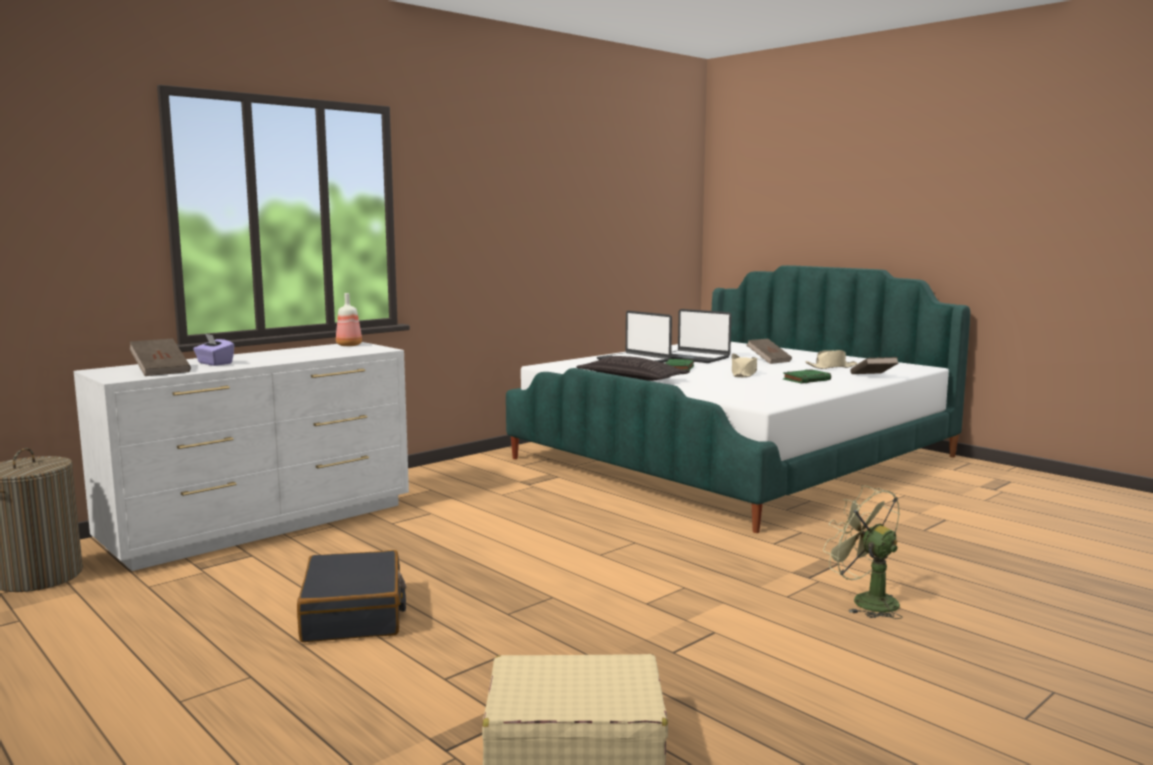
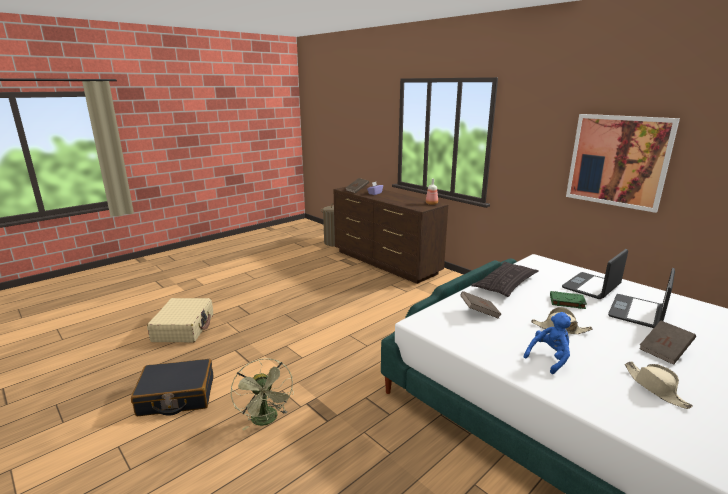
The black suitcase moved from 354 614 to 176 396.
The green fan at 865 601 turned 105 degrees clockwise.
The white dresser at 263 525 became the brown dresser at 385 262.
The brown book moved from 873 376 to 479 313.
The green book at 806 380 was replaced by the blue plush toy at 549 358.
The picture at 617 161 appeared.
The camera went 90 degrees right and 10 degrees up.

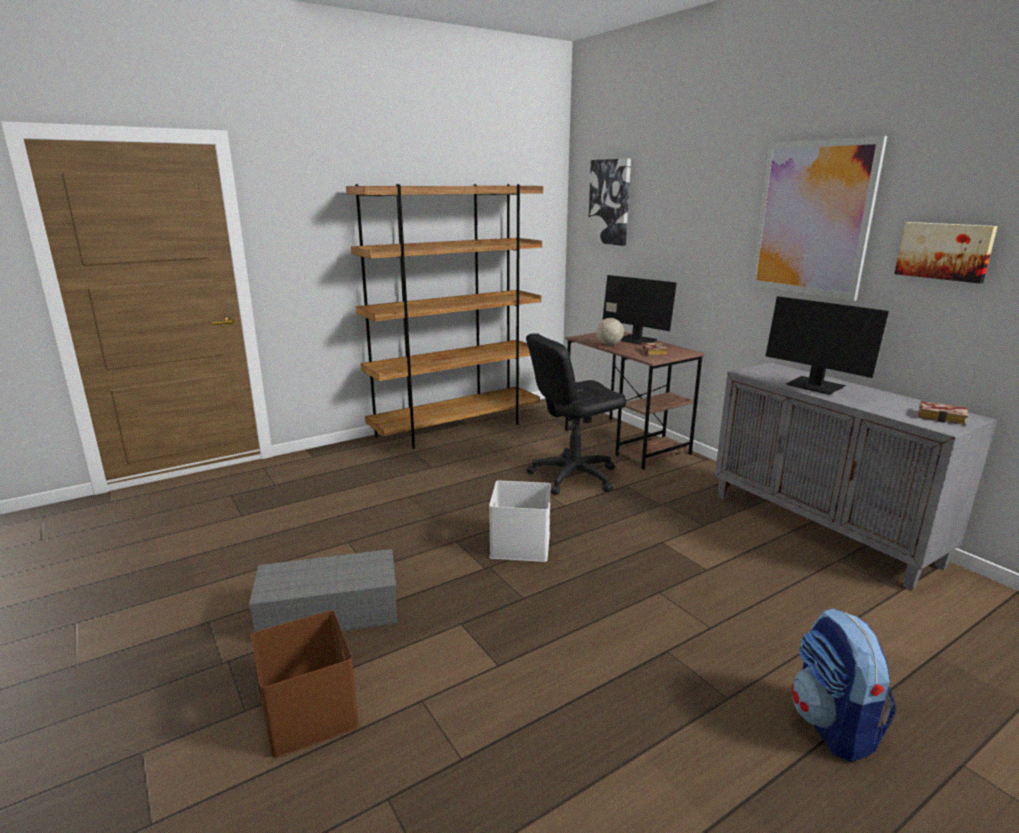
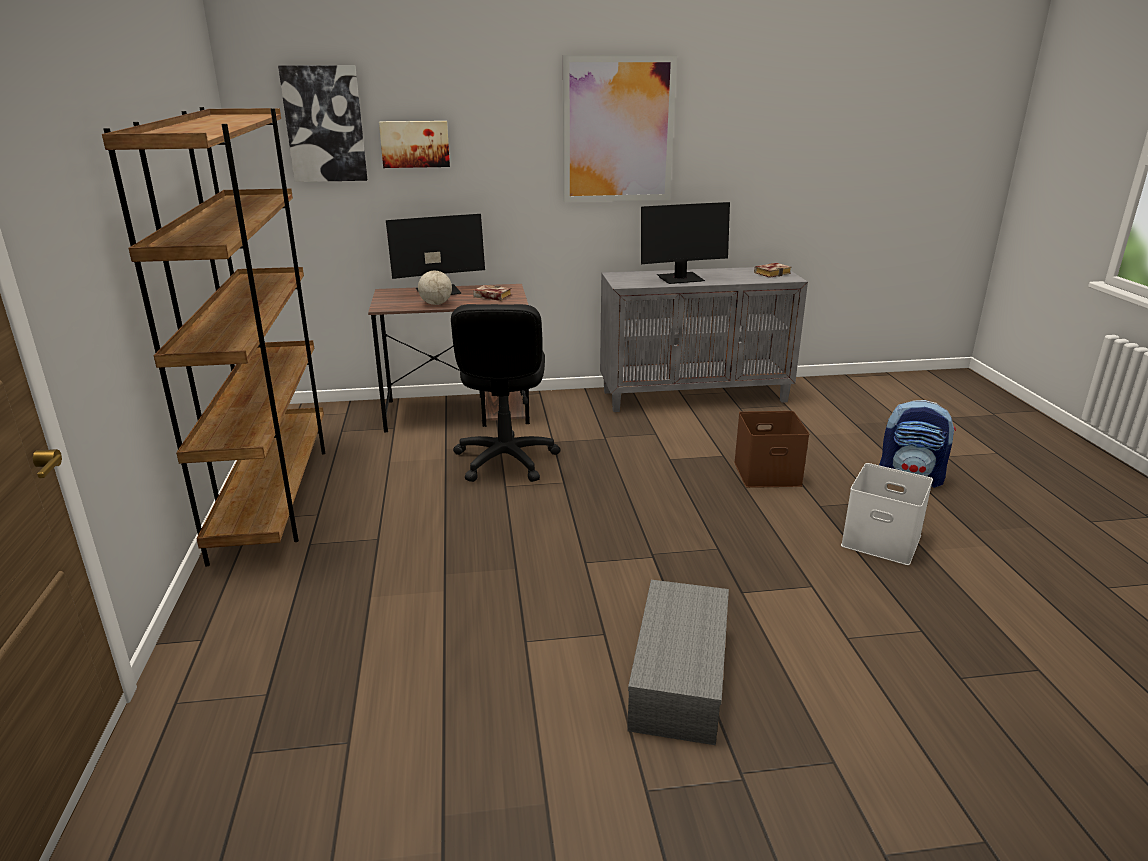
The picture moved from 944 251 to 415 144.
The brown storage box moved from 307 712 to 766 474.
The white storage box moved from 521 545 to 883 540.
The camera went 65 degrees left and 5 degrees up.

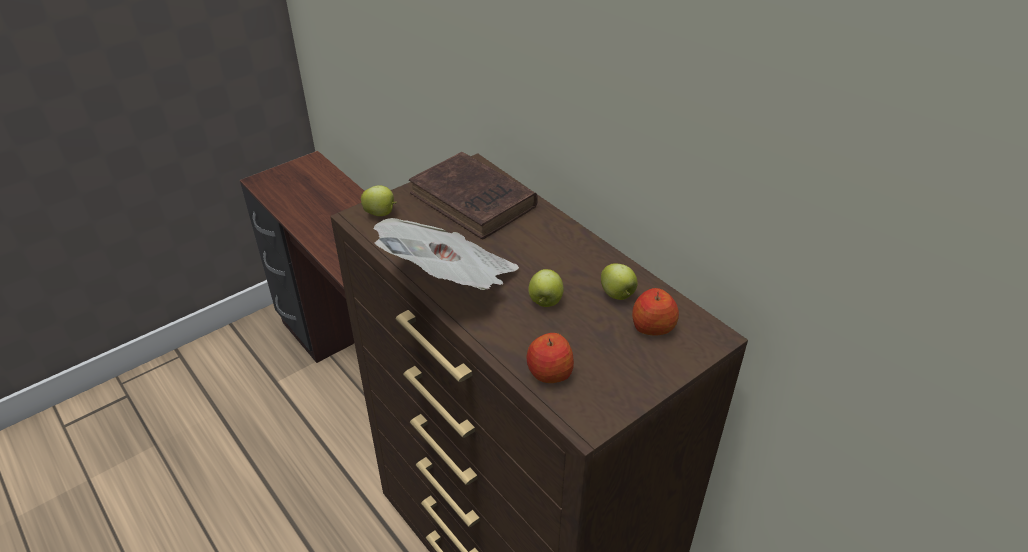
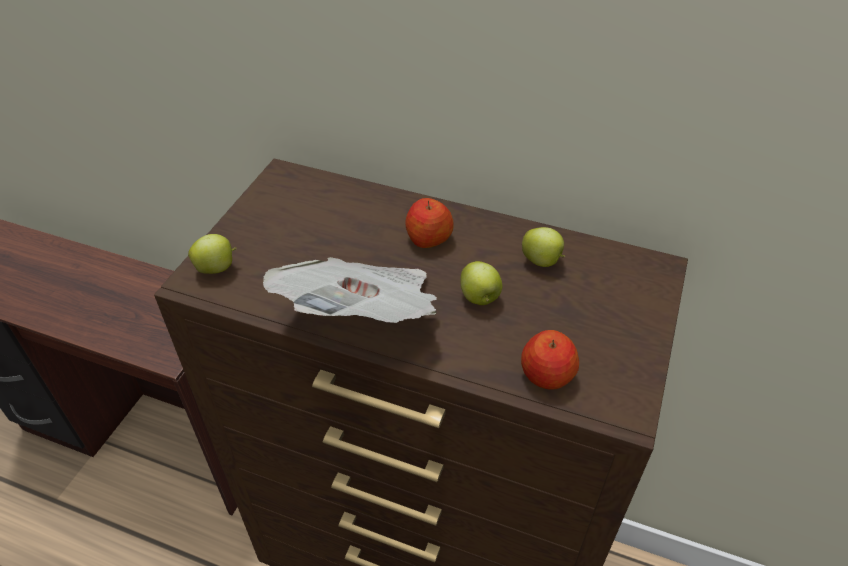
The apple moved from 652 326 to 428 238.
The brown book at 475 202 disappeared.
The camera went 30 degrees left and 5 degrees up.

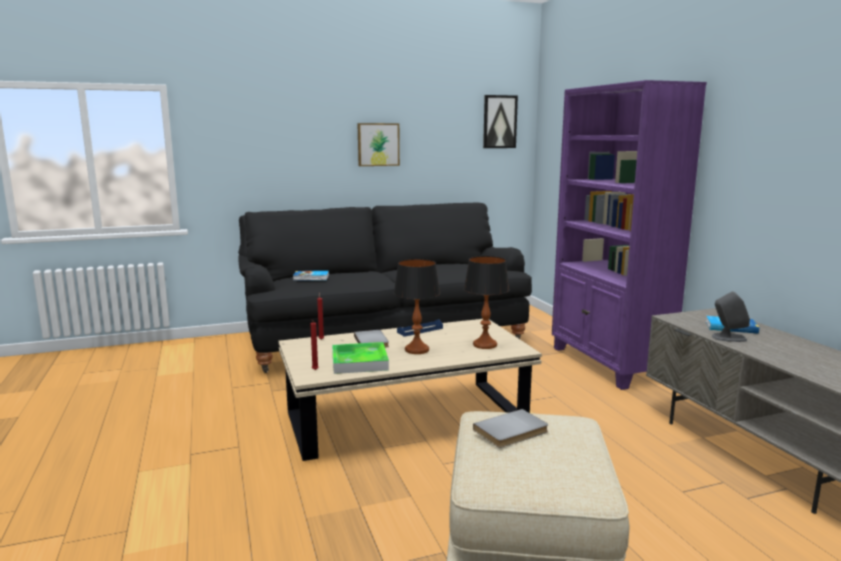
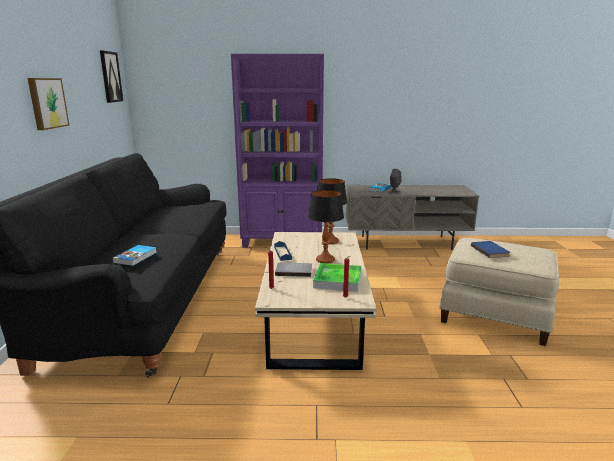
The grey book at 512 432 became the blue book at 491 251.
The camera went 70 degrees left and 5 degrees up.

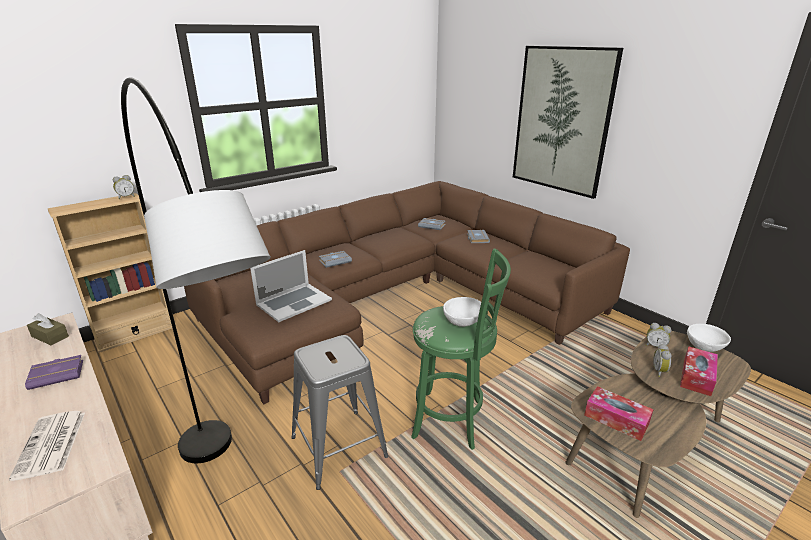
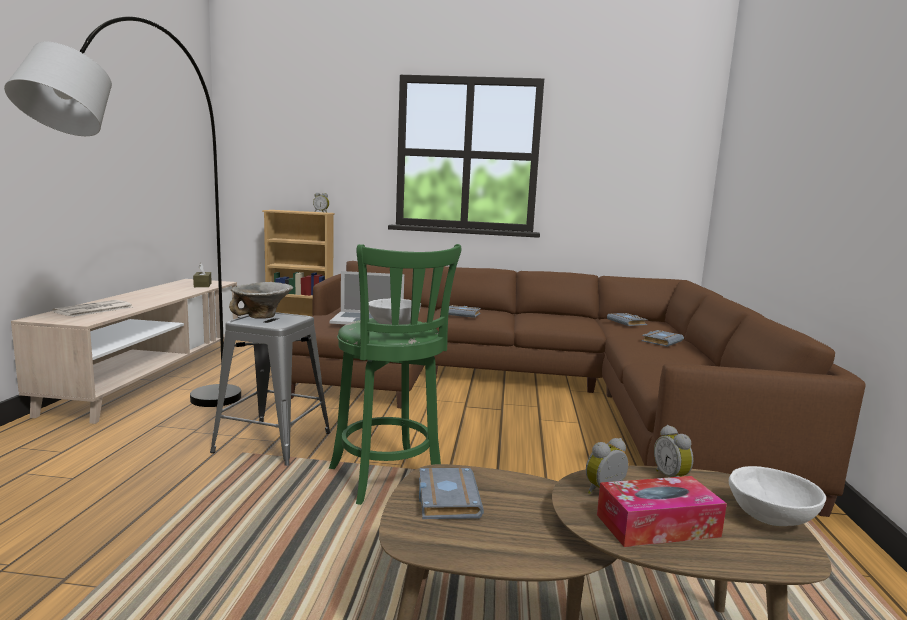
The bowl at 262 317 appeared.
The tissue box at 616 419 was replaced by the grey book at 445 498.
The purple book at 58 374 disappeared.
The picture at 561 121 disappeared.
The camera went 45 degrees right and 15 degrees down.

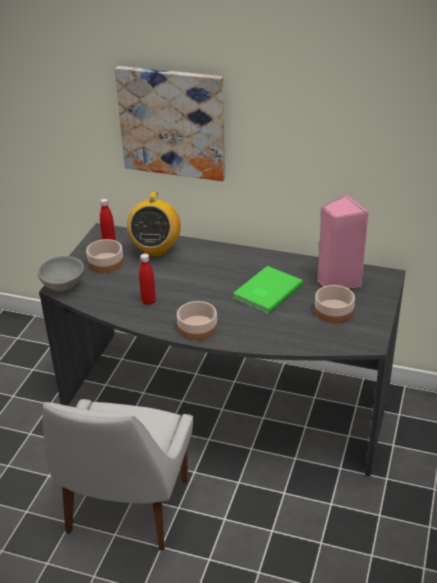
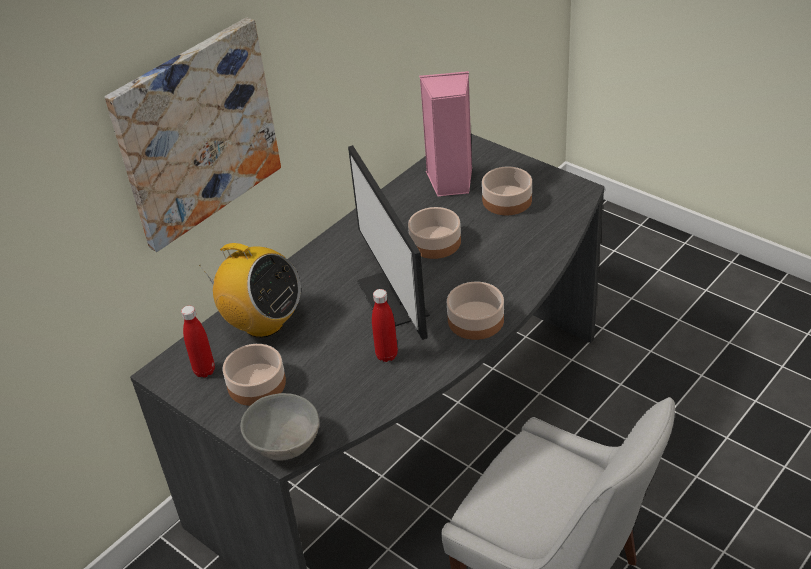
The monitor at 394 298 appeared.
The green book at 266 291 was replaced by the bowl at 434 242.
The camera went 65 degrees left and 5 degrees up.

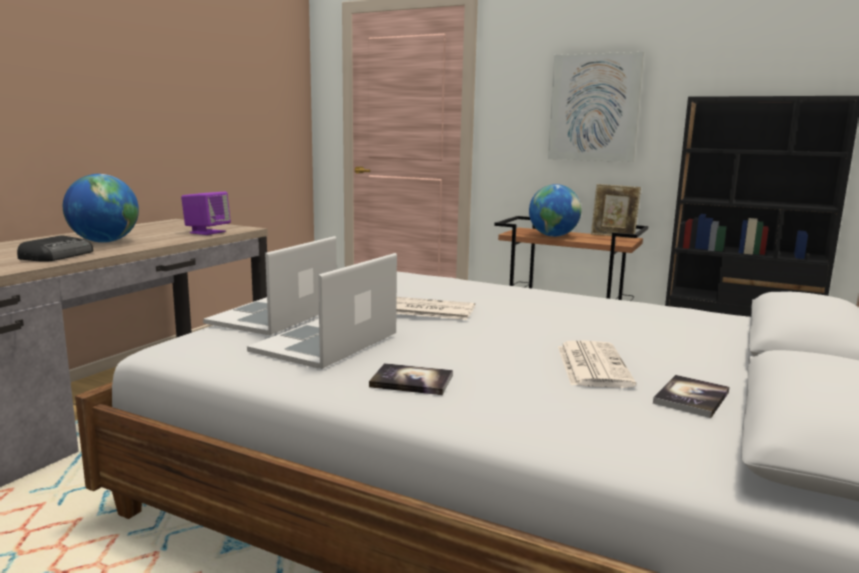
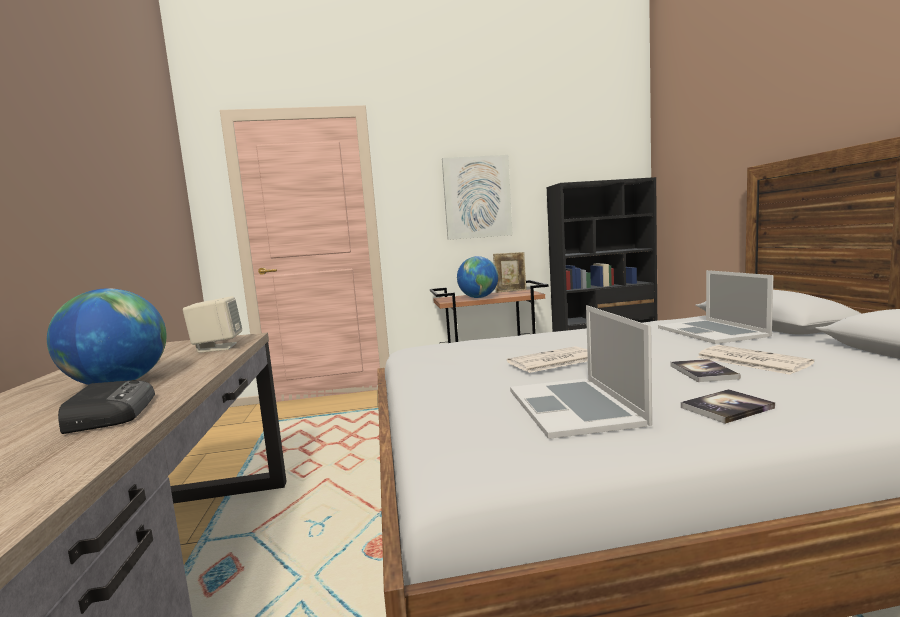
The purple speaker at 207 232 became the beige speaker at 217 347.
The laptop moved from 275 315 to 712 332.
The book moved from 691 398 to 703 372.
The camera went 35 degrees left and 5 degrees down.

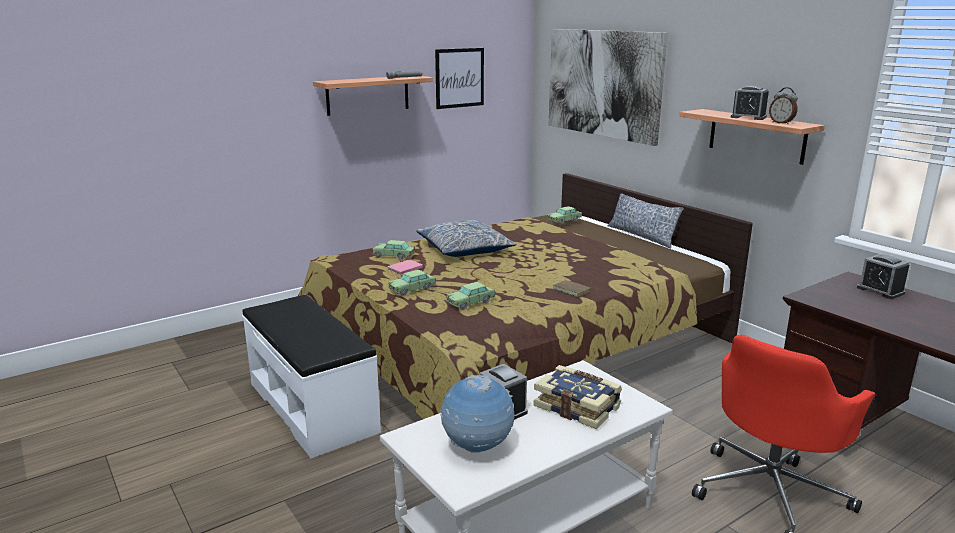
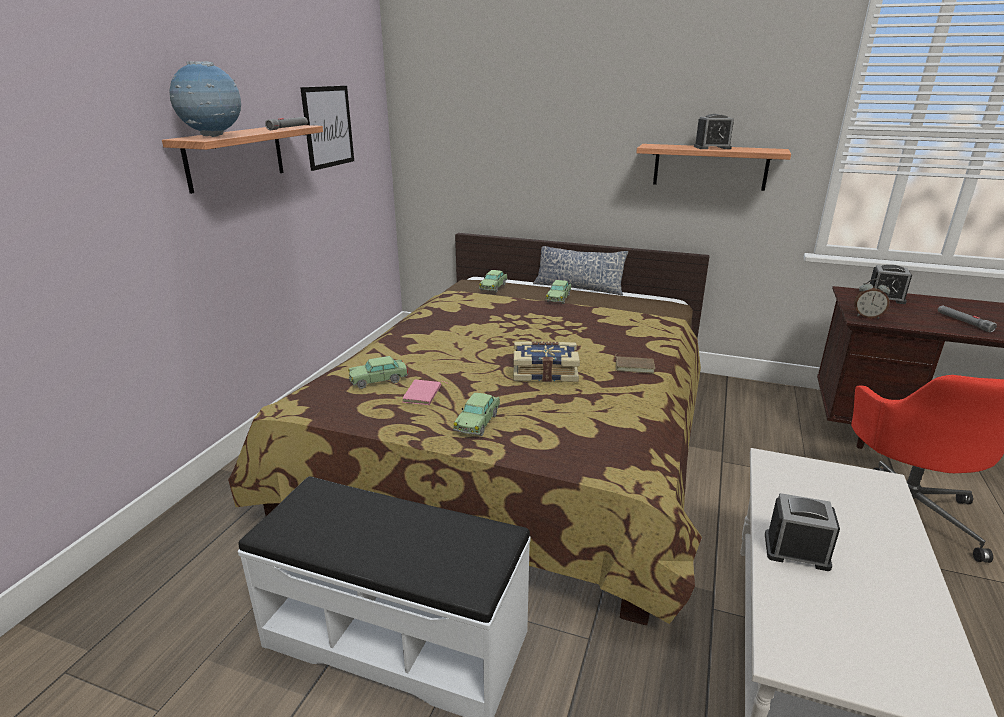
The globe moved from 477 448 to 213 136.
The book moved from 577 406 to 545 371.
The toy car moved from 470 303 to 558 298.
The alarm clock moved from 781 123 to 867 316.
The grey flashlight at 963 322 appeared.
The pillow at 464 249 disappeared.
The picture at 603 83 disappeared.
The camera went 35 degrees left and 5 degrees up.

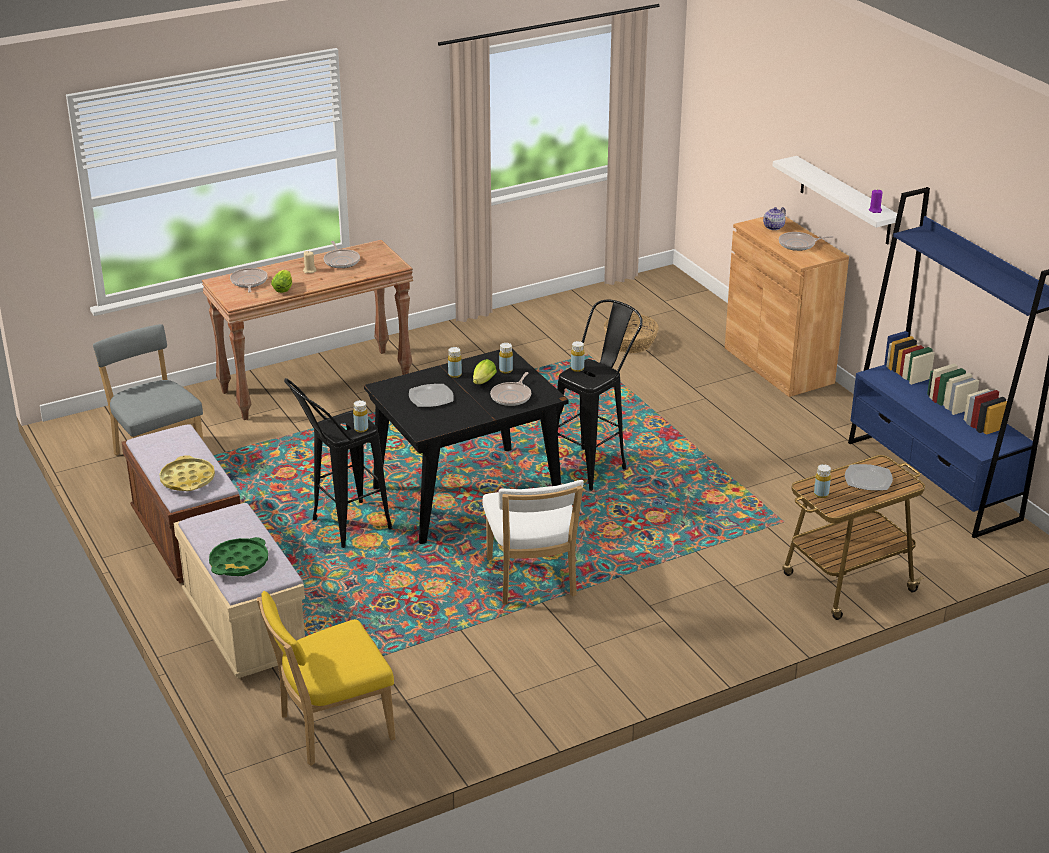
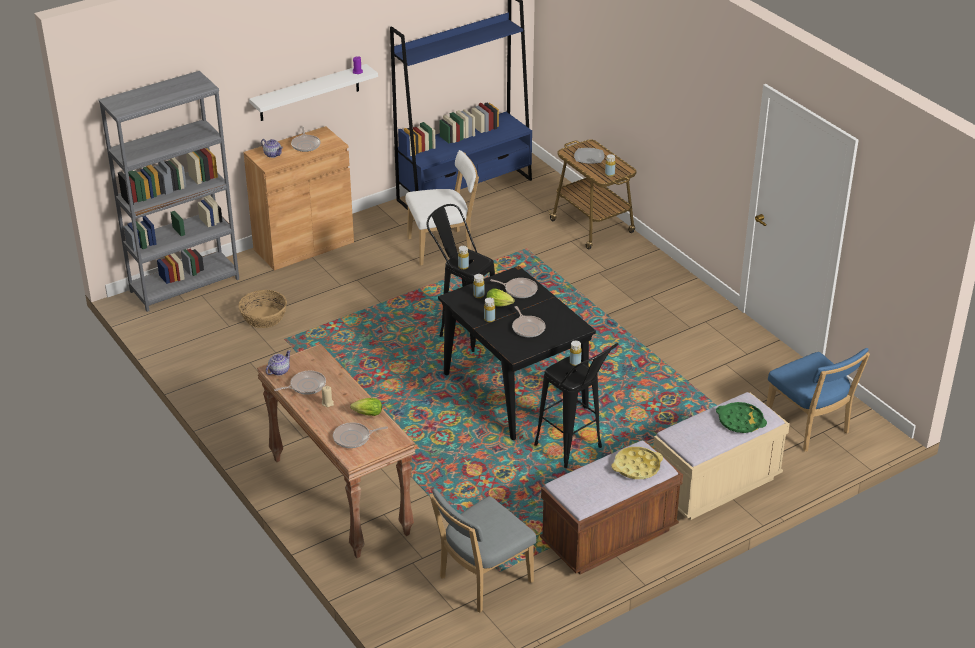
The grey bookcase at 185 285 appeared.
The teapot at 278 371 appeared.
The white chair moved from 532 580 to 443 247.
The plate at 431 397 was replaced by the frying pan at 528 328.
The yellow chair at 331 729 became the blue chair at 809 428.
The camera went 95 degrees left and 5 degrees up.

